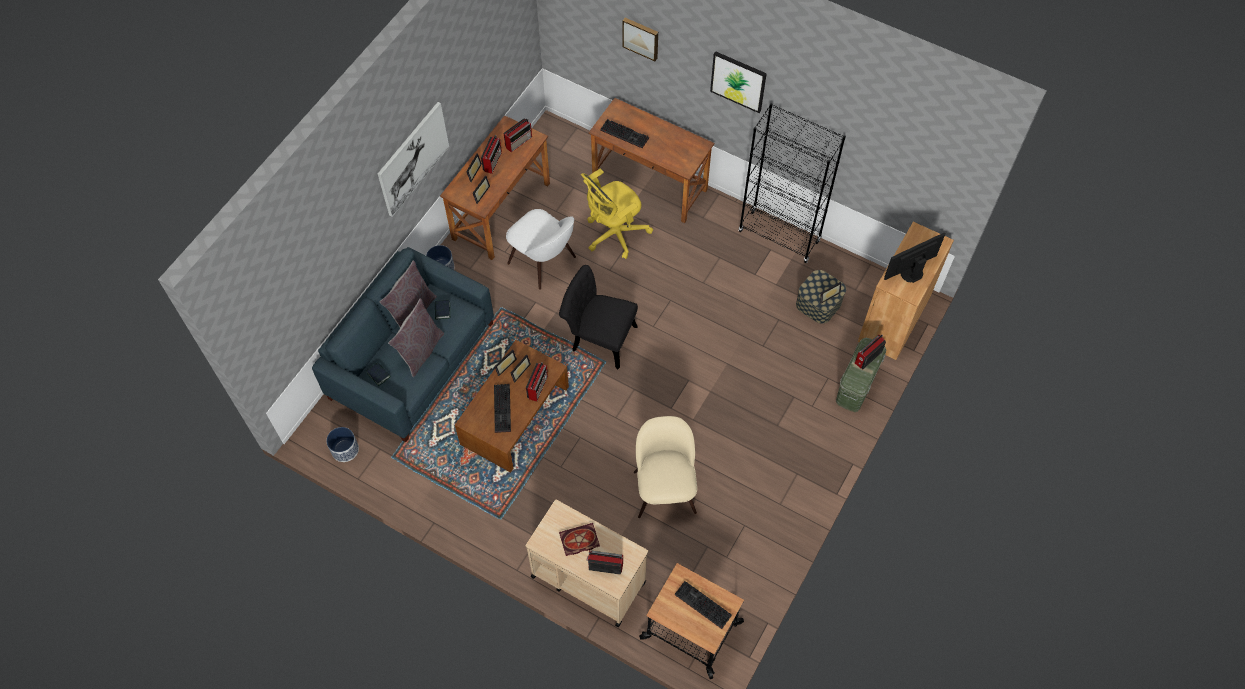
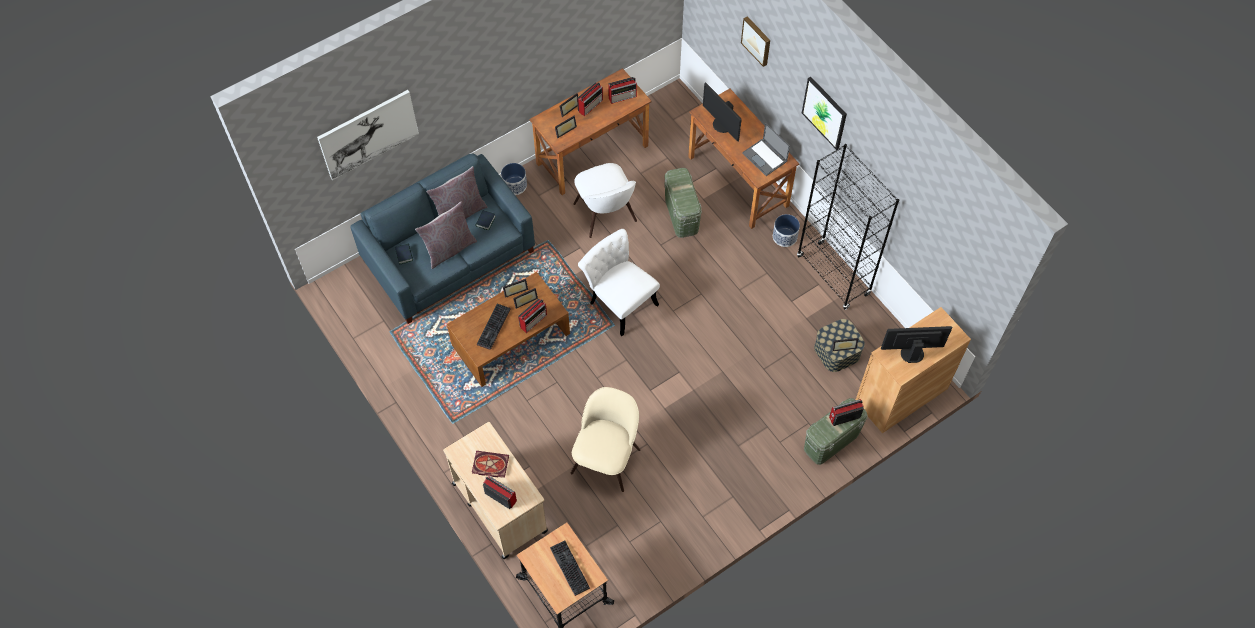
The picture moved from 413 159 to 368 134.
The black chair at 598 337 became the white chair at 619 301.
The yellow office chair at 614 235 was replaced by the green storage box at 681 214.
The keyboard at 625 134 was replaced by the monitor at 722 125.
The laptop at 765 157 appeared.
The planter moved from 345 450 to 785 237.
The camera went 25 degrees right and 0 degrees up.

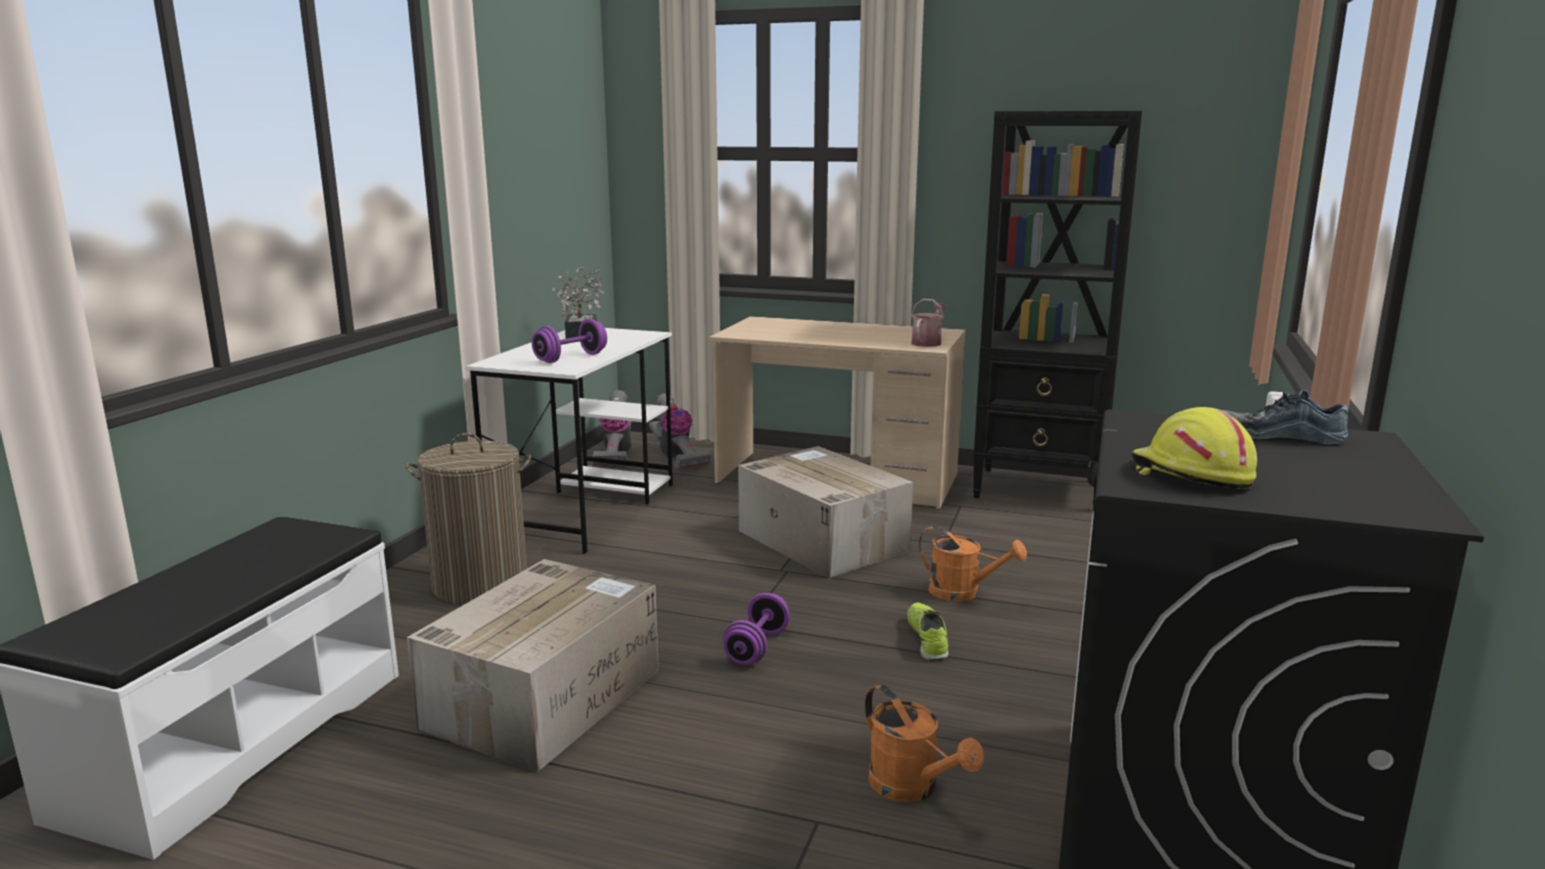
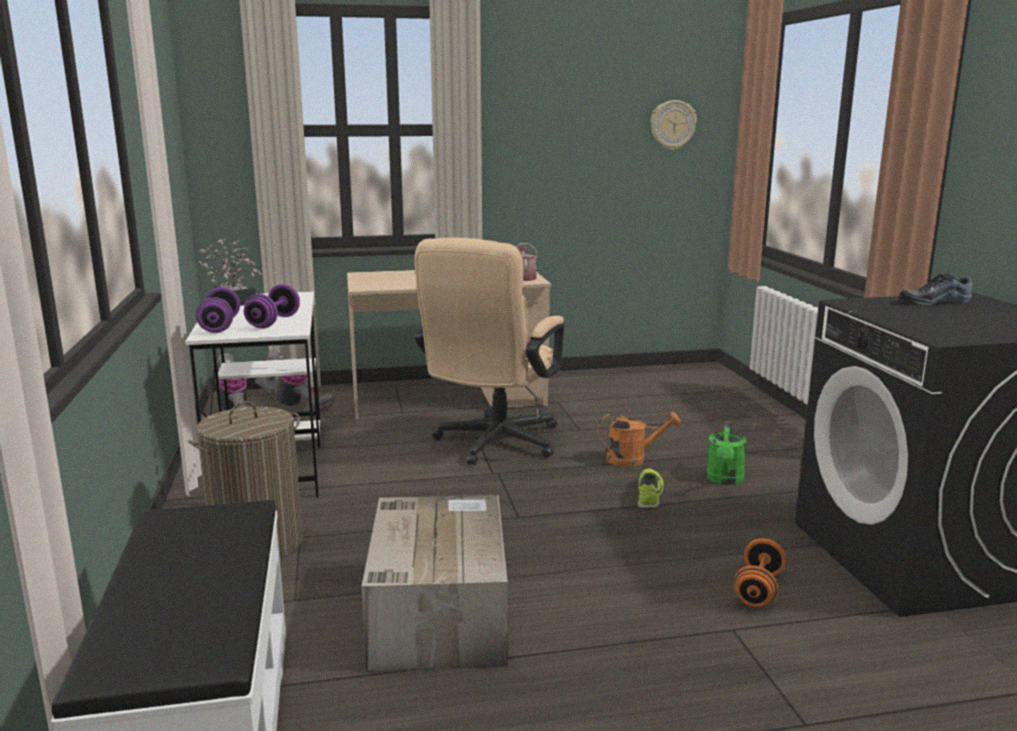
The purple dumbbell moved from 757 647 to 220 326.
The cardboard box at 820 540 was replaced by the beige office chair at 493 445.
The shoe at 927 639 turned 45 degrees clockwise.
The wall clock at 672 125 appeared.
The green watering can at 725 480 appeared.
The orange watering can at 912 788 was replaced by the orange dumbbell at 758 589.
The black bookcase at 1040 489 disappeared.
The yellow hard hat at 1190 475 disappeared.
The camera went 30 degrees left and 0 degrees up.

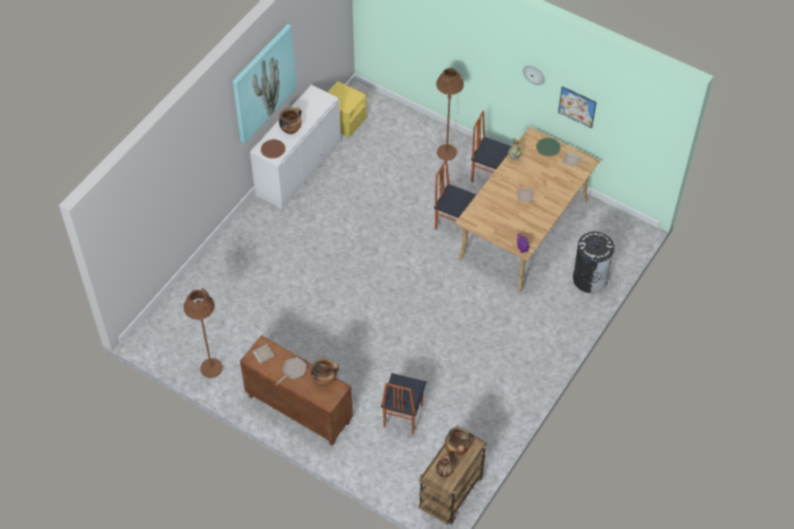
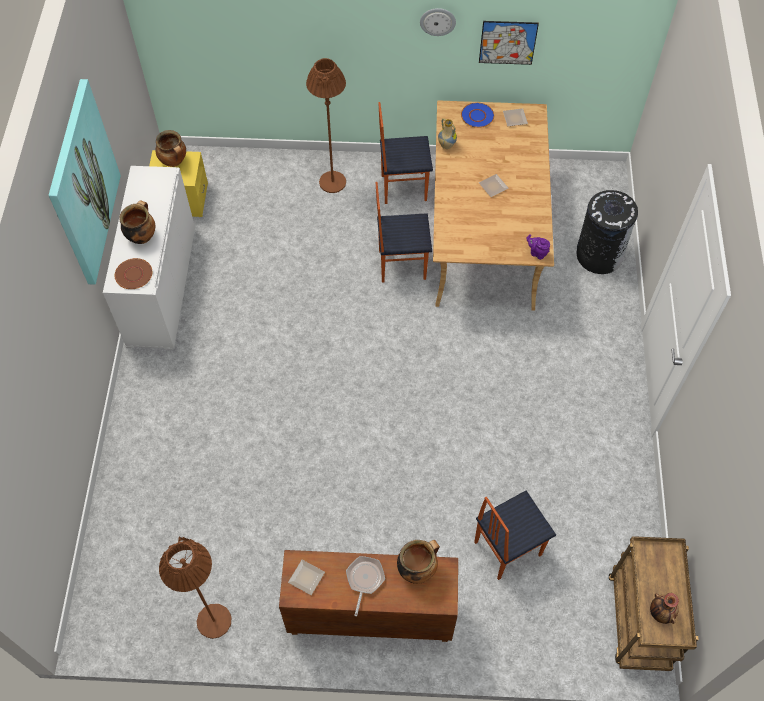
The cooking pot moved from 457 450 to 174 162.
The green plate at 548 147 became the blue plate at 477 115.
The chair at 402 416 turned 75 degrees clockwise.
The camera went 30 degrees left and 5 degrees up.

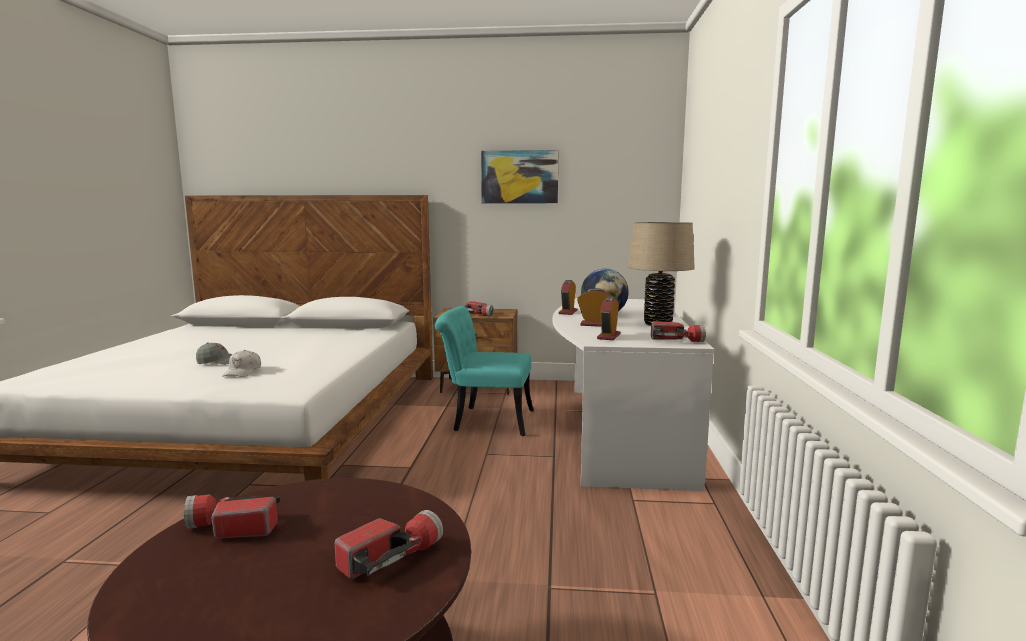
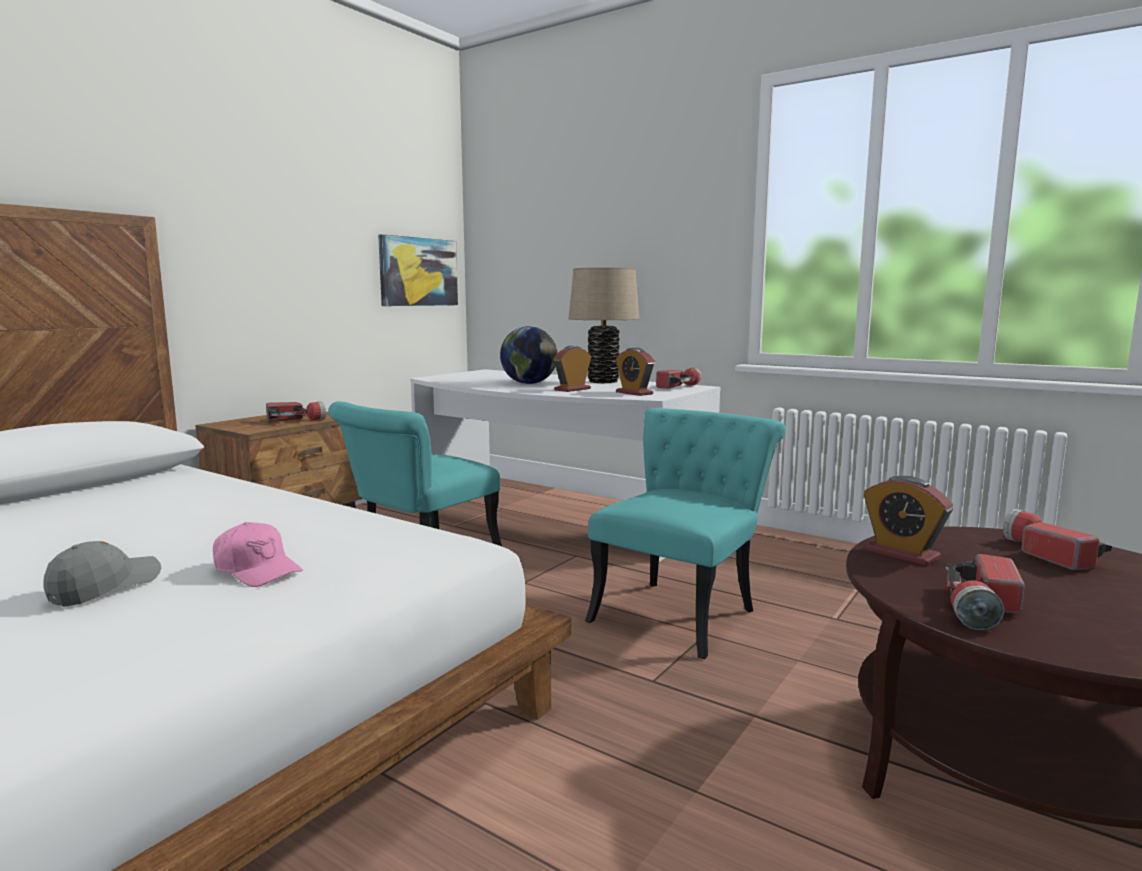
The white cap at 243 372 became the pink cap at 257 570.
The picture moved from 519 177 to 418 272.
The turquoise chair at 681 610 appeared.
The alarm clock moved from 568 312 to 902 554.
The camera went 60 degrees left and 0 degrees up.

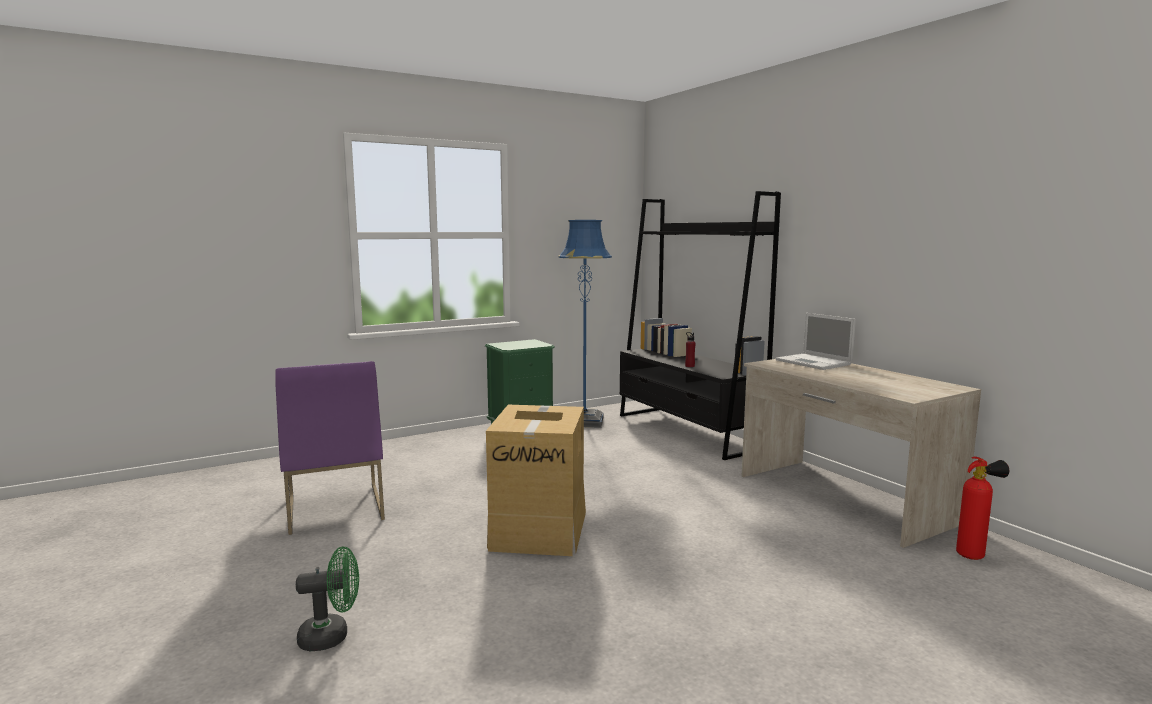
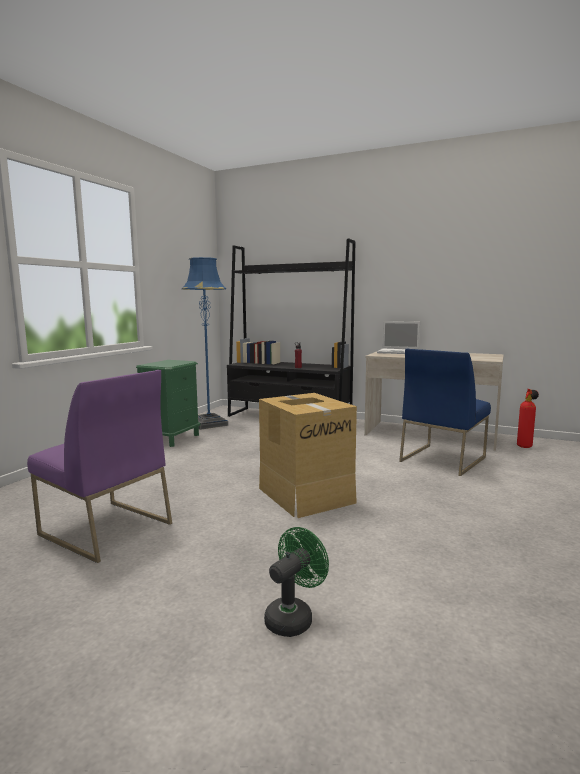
The blue chair at 442 459 appeared.
The camera went 35 degrees left and 0 degrees up.

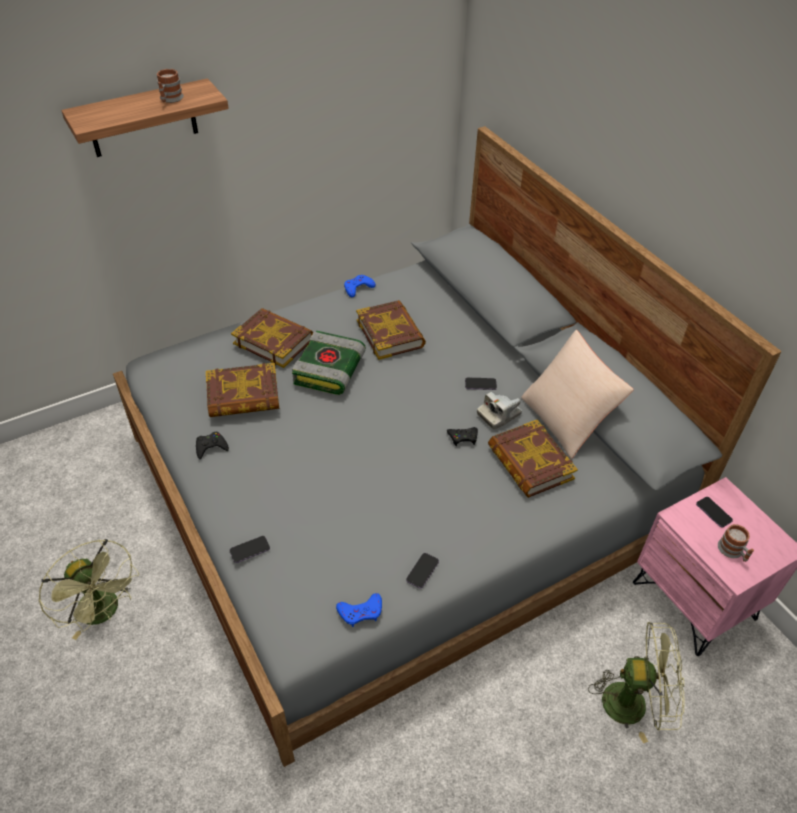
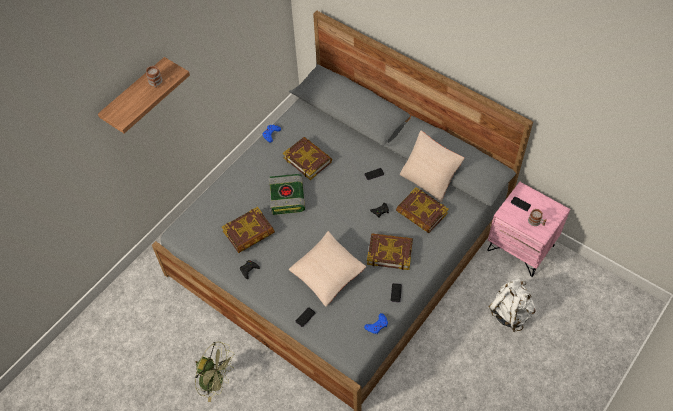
The beige pillow at 327 273 appeared.
The book moved from 274 341 to 390 252.
The green fan at 634 702 was replaced by the white backpack at 510 312.
The photo camera at 499 415 disappeared.
The camera went 20 degrees left and 10 degrees up.

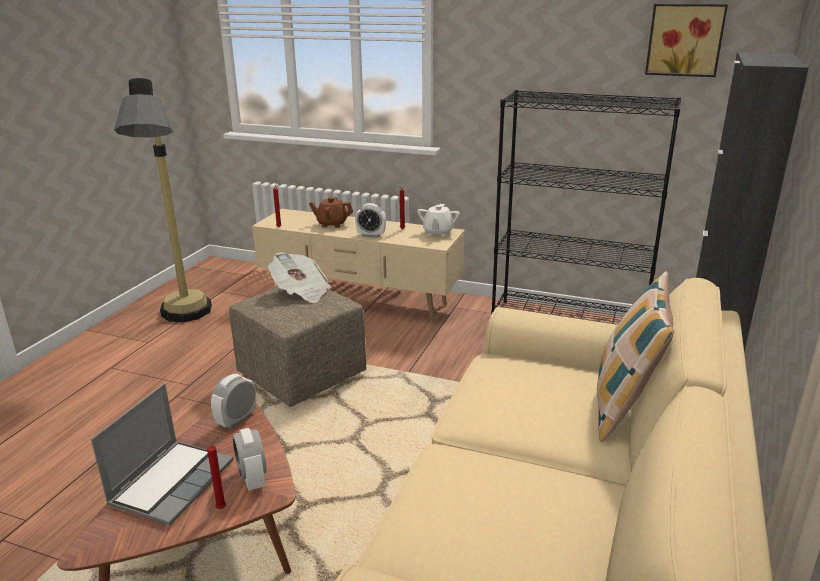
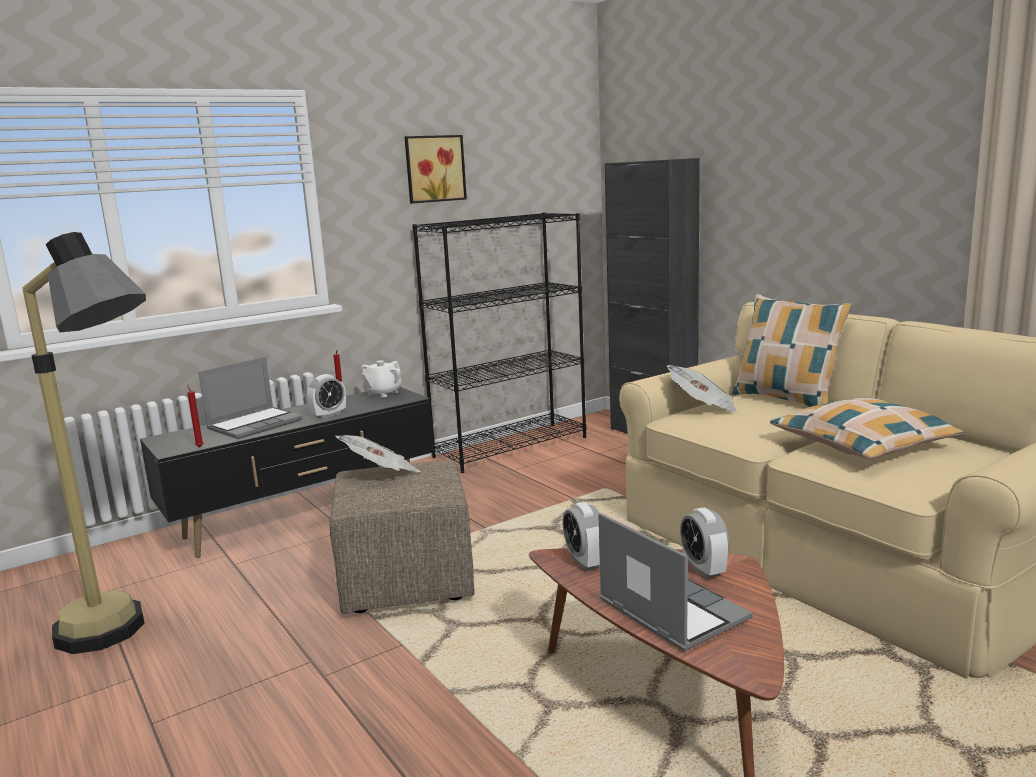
The beige tv stand at 360 301 became the black tv stand at 306 516.
The brown teapot at 332 224 was replaced by the laptop at 255 424.
The white teapot at 438 232 turned 75 degrees clockwise.
The picture moved from 685 40 to 434 169.
The newspaper at 703 407 appeared.
The alarm clock at 252 479 turned 60 degrees clockwise.
The pillow at 862 444 appeared.
The red candle at 223 508 disappeared.
The camera went 55 degrees left and 10 degrees down.

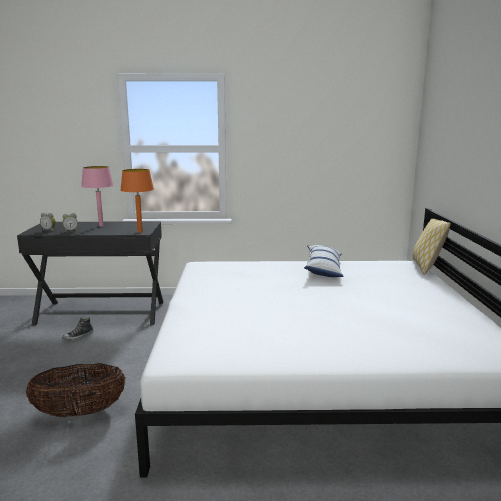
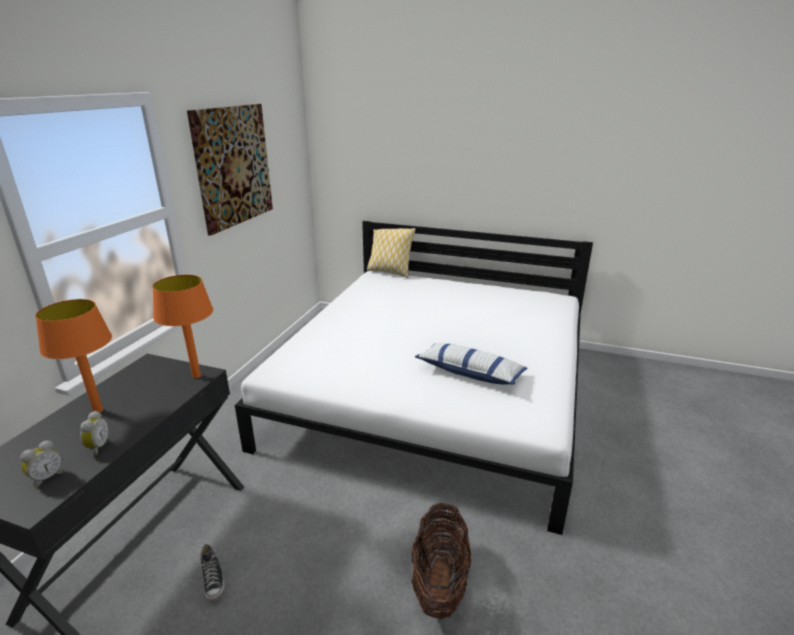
The pink table lamp at 101 225 became the orange table lamp at 98 410.
The picture at 233 166 appeared.
The pillow moved from 323 269 to 470 373.
The camera went 70 degrees left and 10 degrees up.

